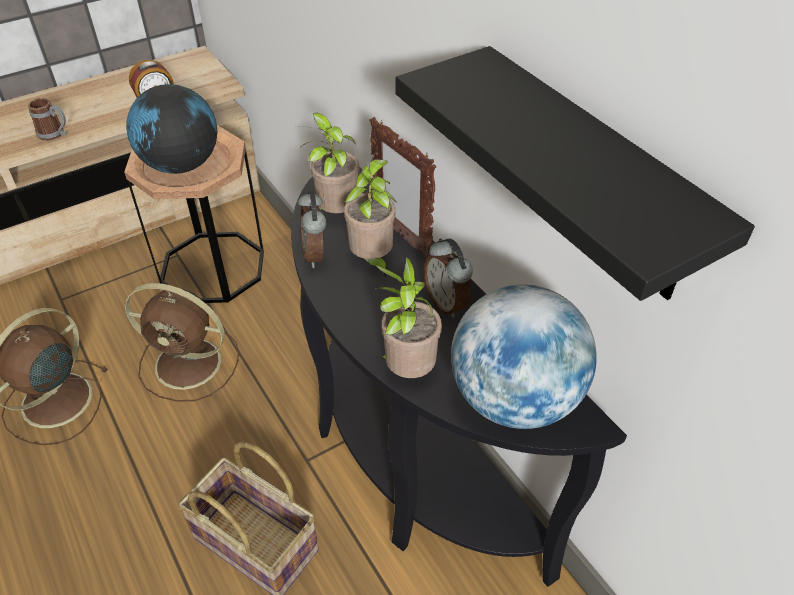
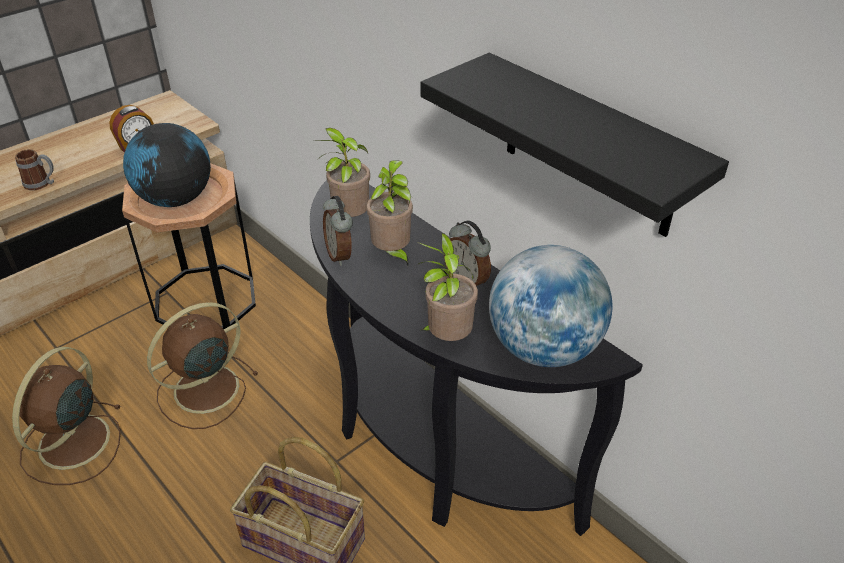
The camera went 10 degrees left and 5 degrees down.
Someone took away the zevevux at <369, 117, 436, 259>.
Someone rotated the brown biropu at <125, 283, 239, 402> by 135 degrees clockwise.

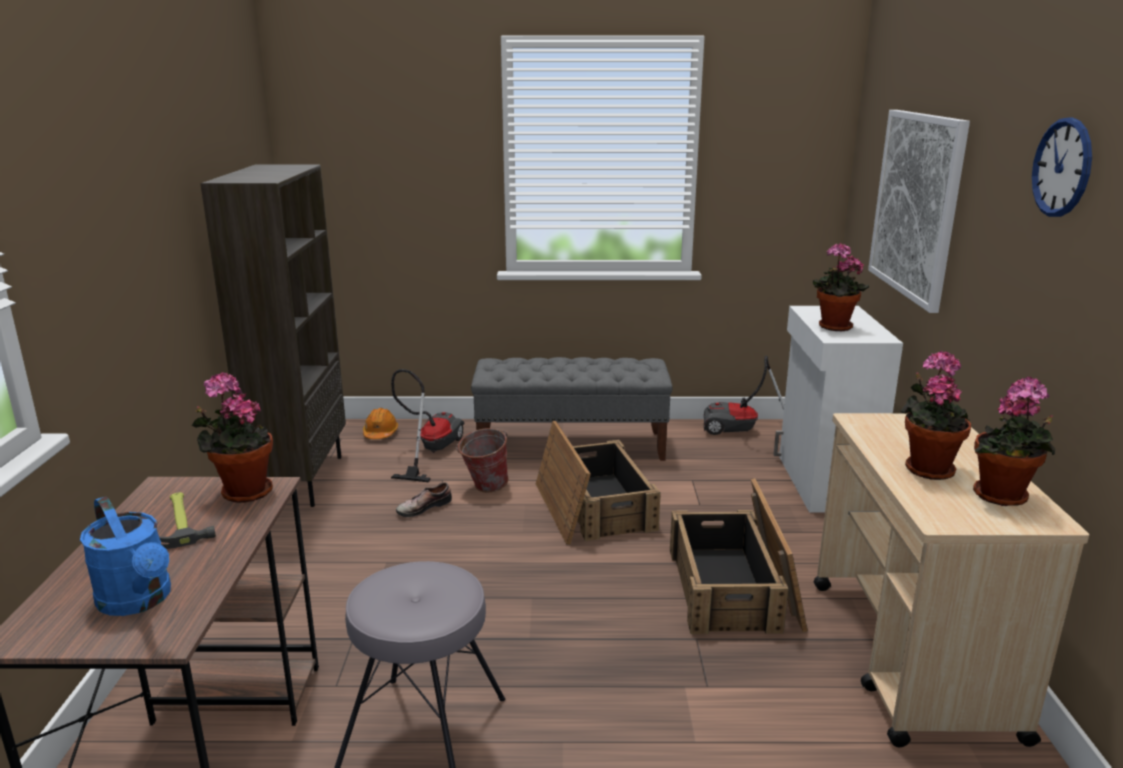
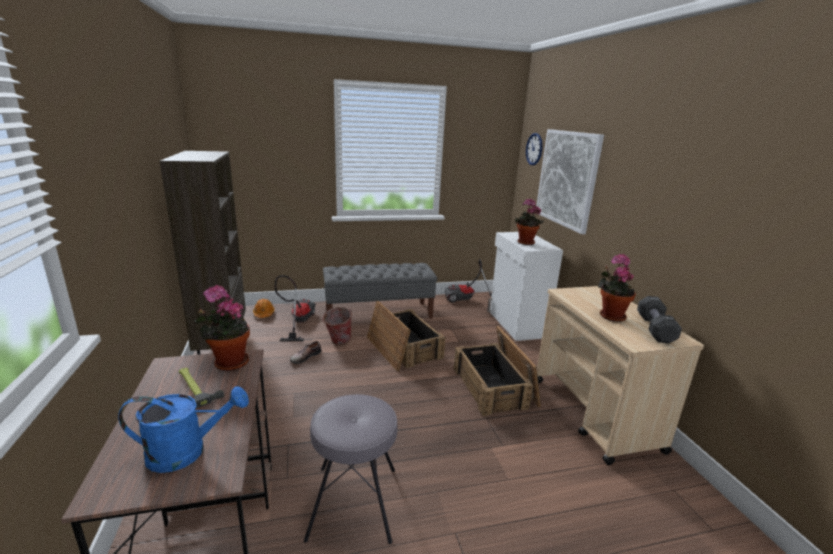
The camera went 15 degrees left and 0 degrees up.
Someone carried the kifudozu from <1032, 117, 1092, 217> to <526, 133, 543, 165>.
Someone swapped the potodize at <973, 377, 1055, 506> for the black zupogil at <637, 296, 682, 344>.
Someone rotated the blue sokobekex at <80, 496, 171, 616> by 45 degrees counterclockwise.

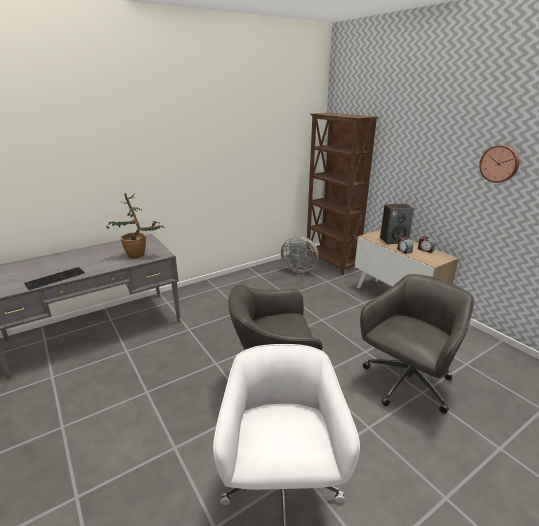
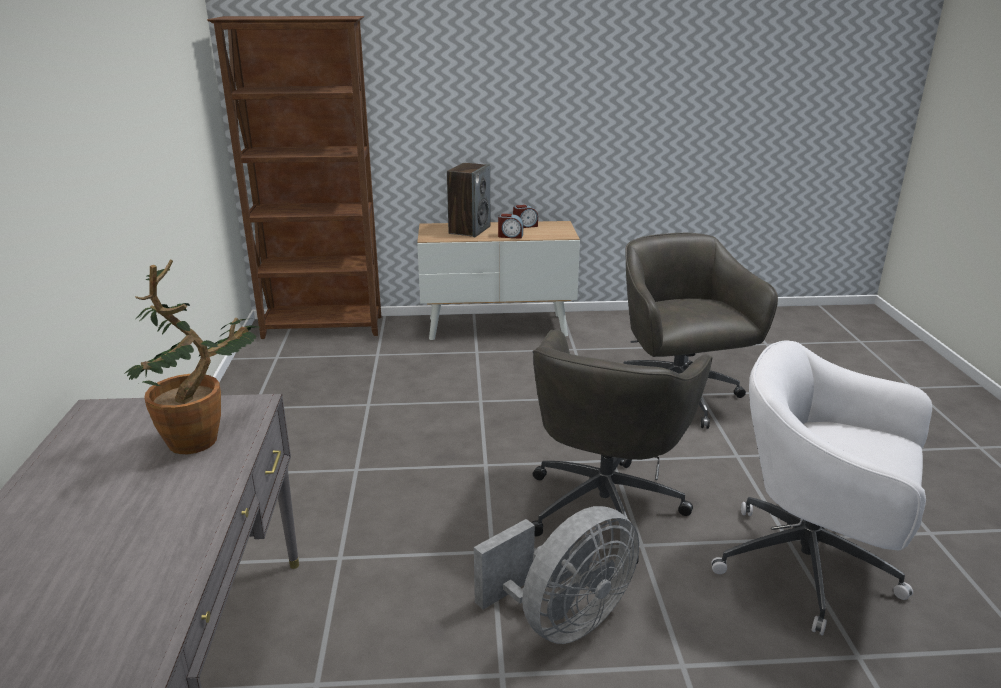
The camera went 60 degrees left and 0 degrees up.
Someone took away the kifudozu at <479, 145, 519, 183>.
Someone carried the grey biropu from <281, 236, 319, 273> to <474, 506, 639, 644>.
Someone took away the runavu at <24, 267, 85, 290>.

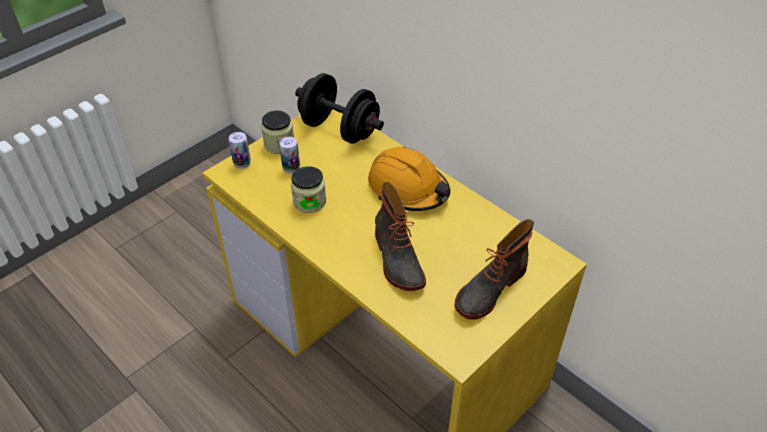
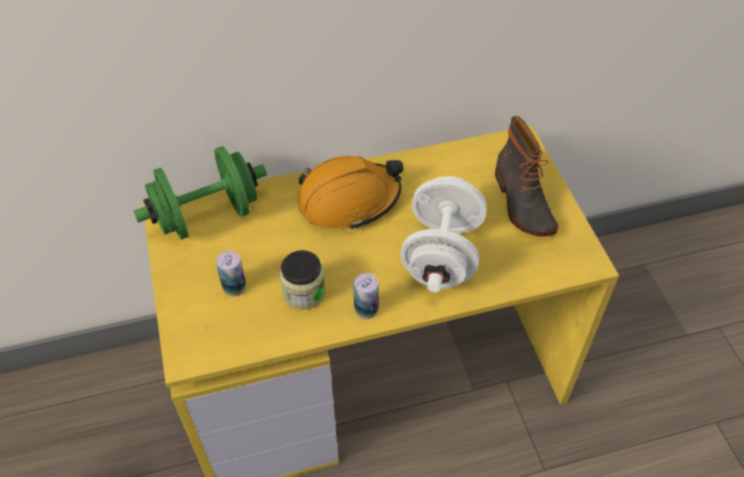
The camera went 60 degrees left and 5 degrees up.
Someone repainted the black zupogil at <295, 73, 384, 144>, which became the green zupogil at <133, 146, 267, 240>.
Someone took away the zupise at <261, 111, 294, 154>.
Someone carried the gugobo from <229, 132, 251, 169> to <353, 273, 379, 319>.
Someone swapped the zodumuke at <375, 182, 426, 291> for the white zupogil at <400, 176, 487, 292>.

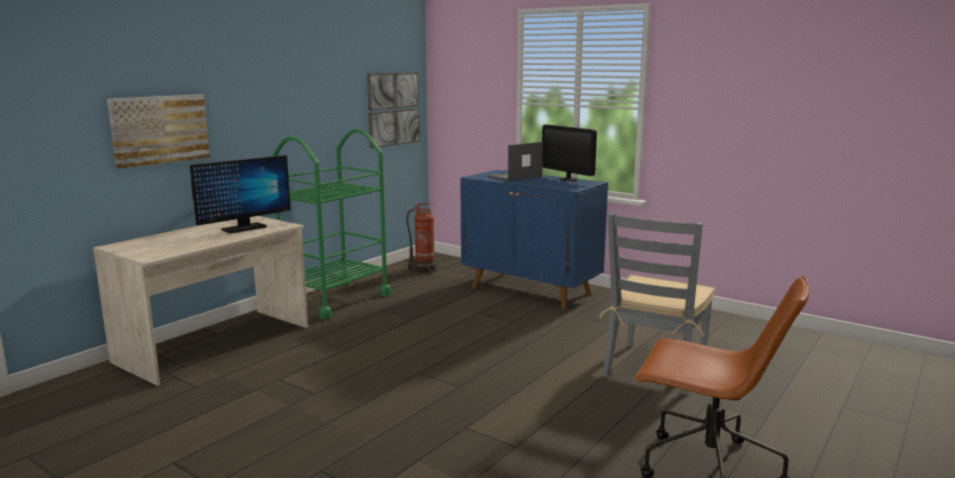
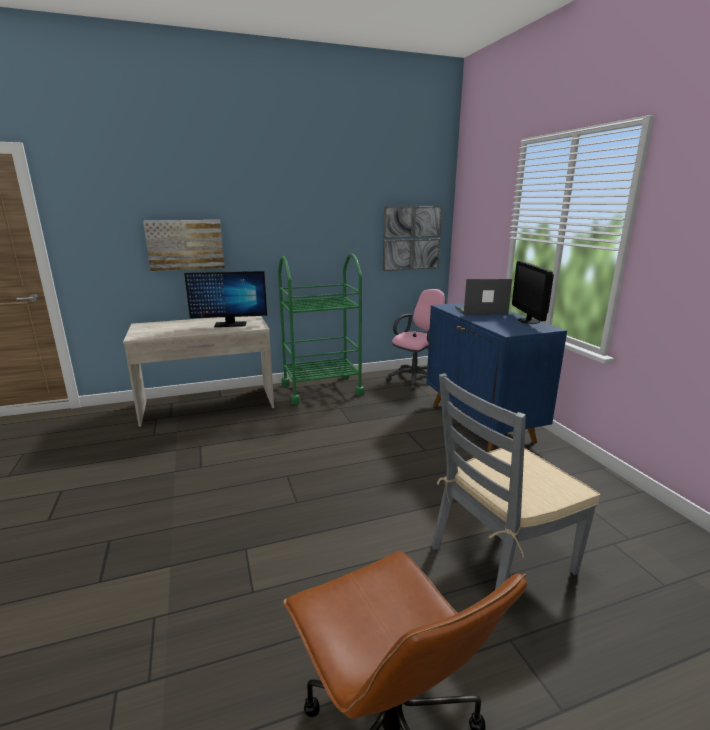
The camera went 35 degrees right and 5 degrees up.
Someone swapped the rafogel at <406, 203, 437, 273> for the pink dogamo at <386, 289, 446, 390>.

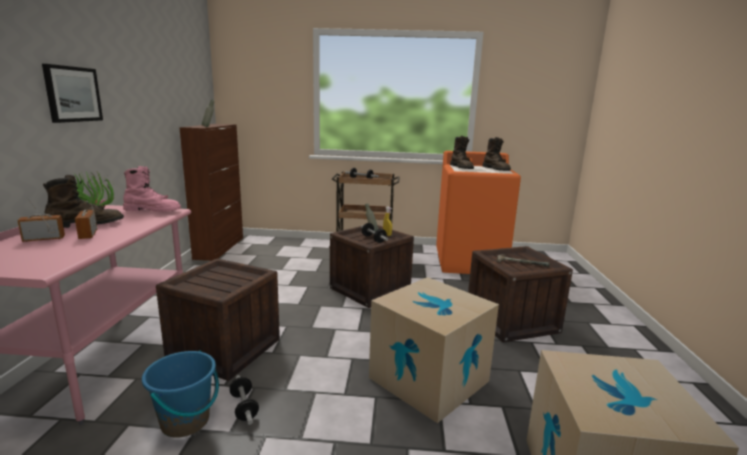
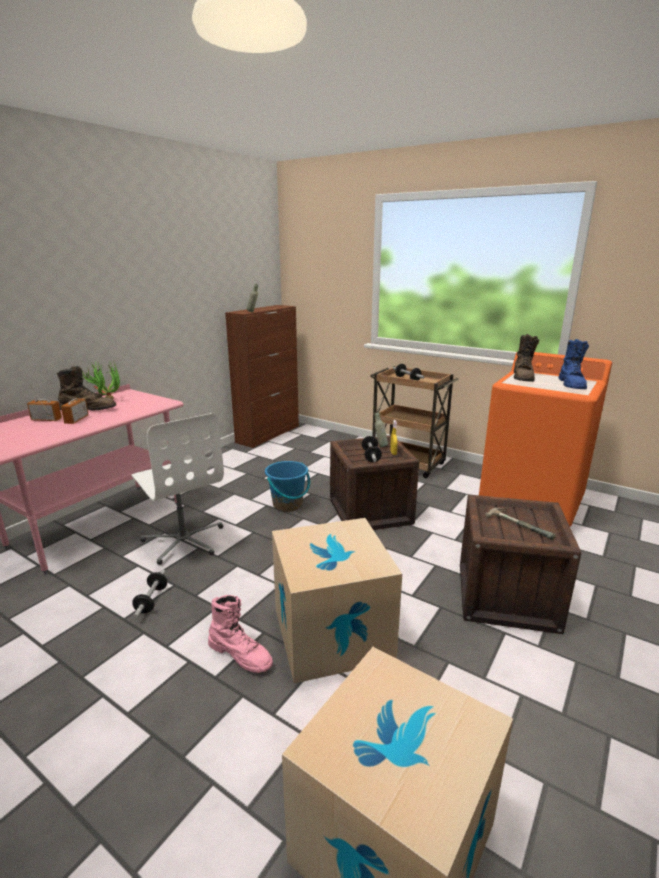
The camera went 30 degrees right and 5 degrees up.
Someone took away the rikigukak at <42, 64, 103, 123>.
Someone repainted the brown zodumuke at <482, 137, 511, 171>, which became the blue zodumuke at <558, 339, 589, 389>.
Someone carried the pink zodumuke from <123, 166, 181, 212> to <208, 595, 273, 673>.
Someone swapped the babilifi at <156, 258, 280, 381> for the white dogamo at <132, 413, 224, 565>.
Someone carried the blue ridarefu from <142, 350, 219, 438> to <265, 461, 310, 512>.

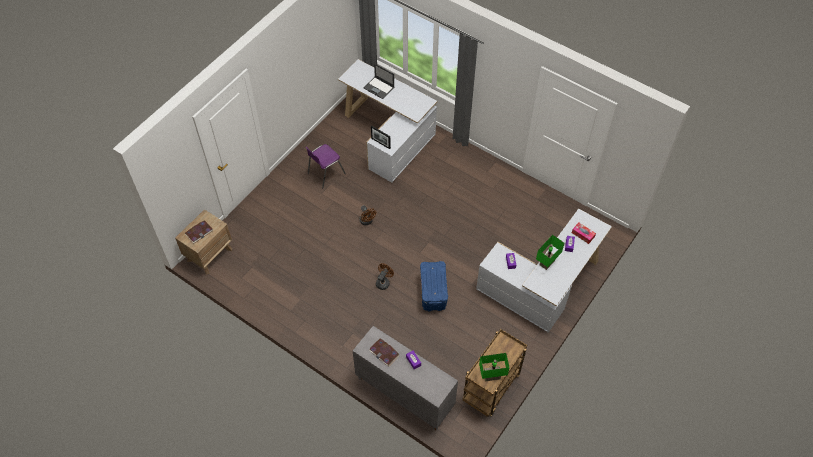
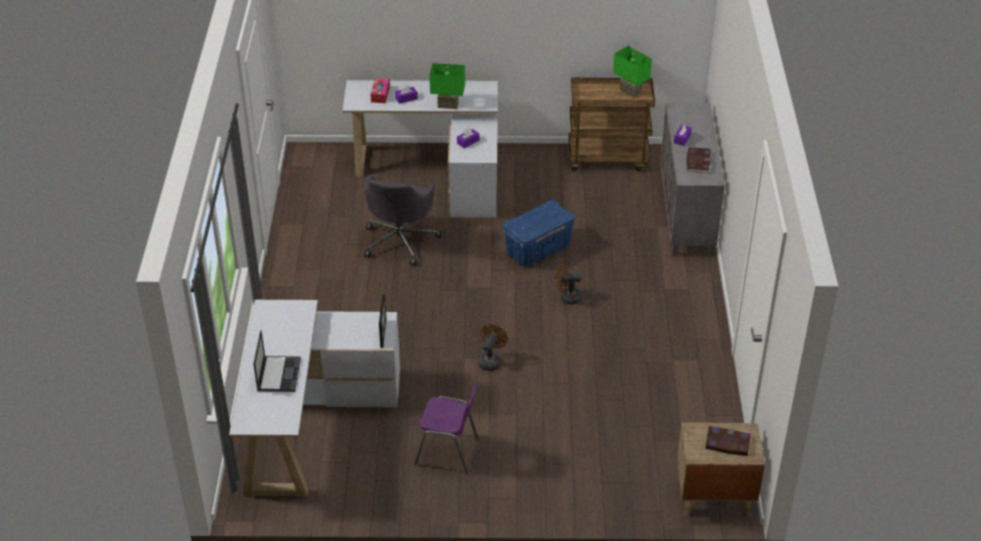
The camera went 125 degrees left and 15 degrees down.
Someone put down the grey dogamo at <364, 175, 442, 266>.

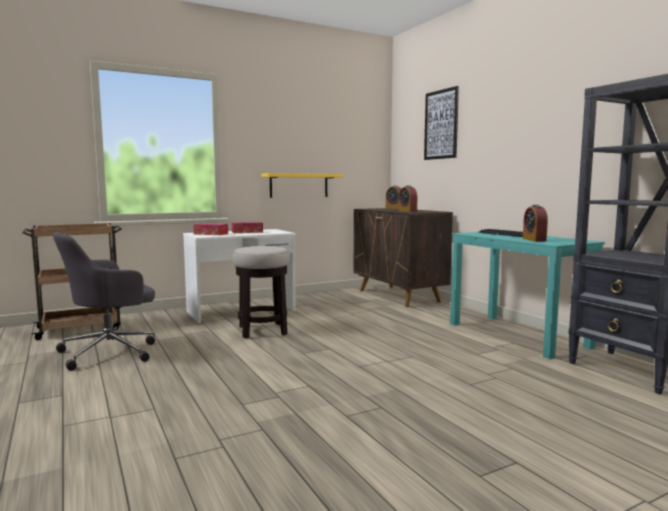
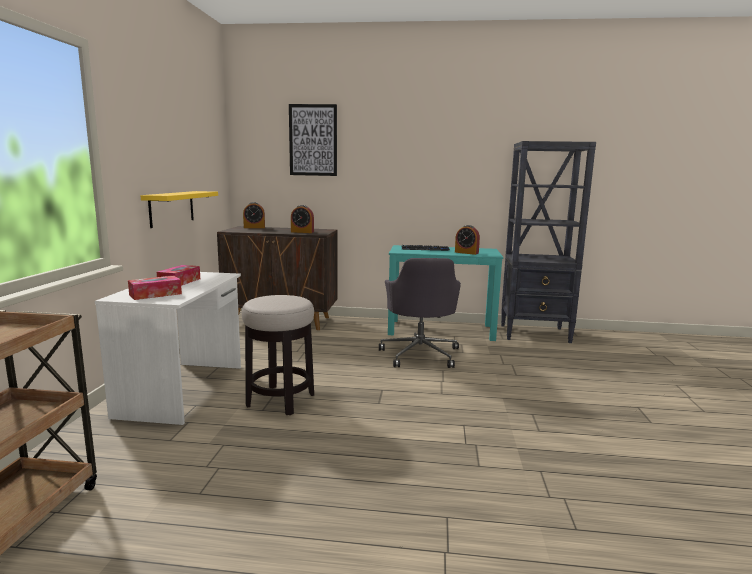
The camera went 55 degrees left and 5 degrees up.
Someone carried the grey dogamo from <53, 232, 155, 371> to <379, 258, 461, 368>.

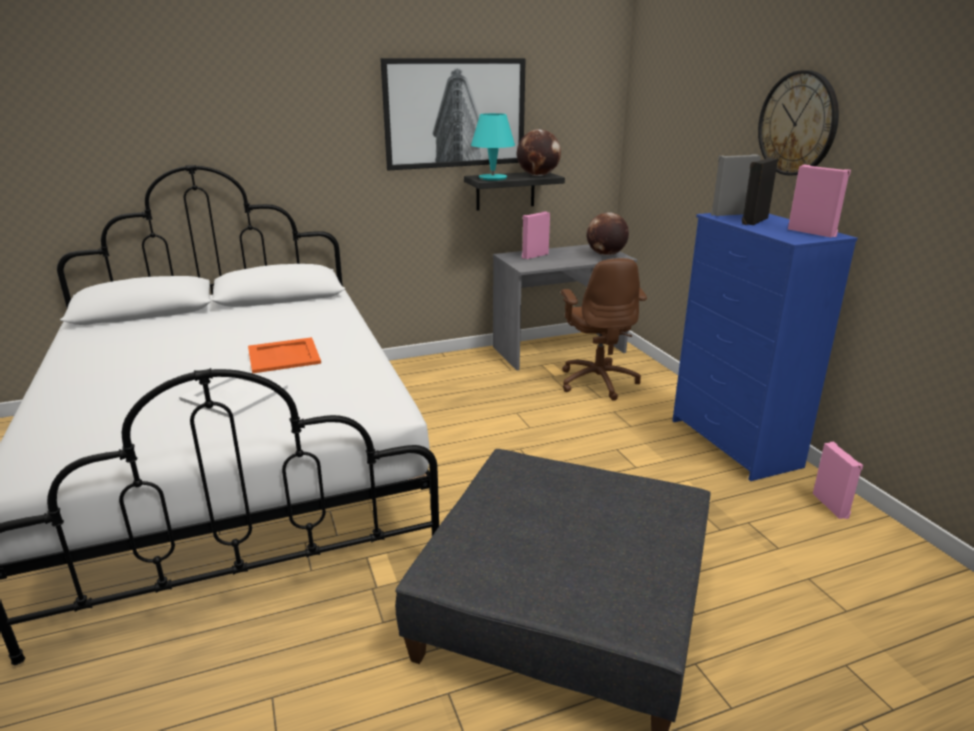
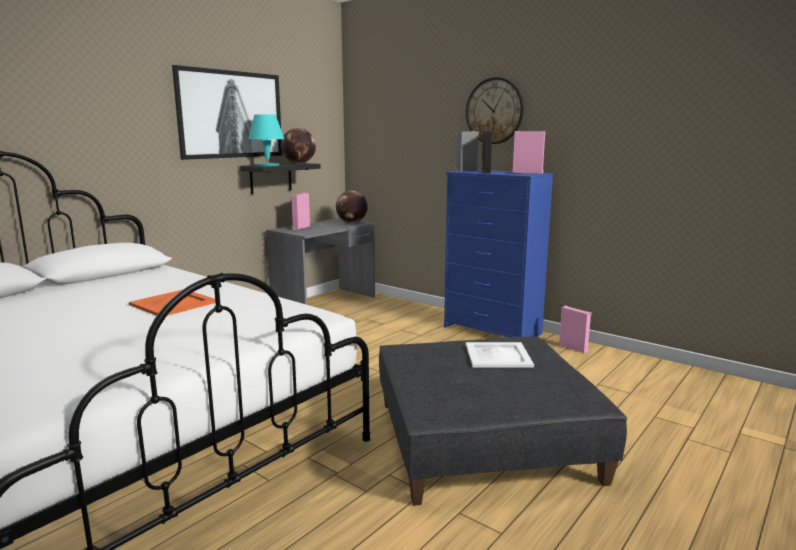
The camera went 30 degrees left and 10 degrees down.
Someone took away the brown dogamo at <561, 258, 647, 401>.
Someone carried the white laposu from <179, 377, 288, 418> to <466, 342, 534, 368>.

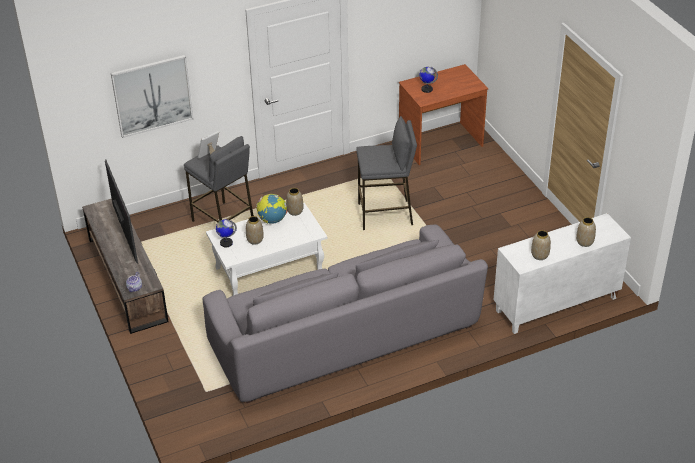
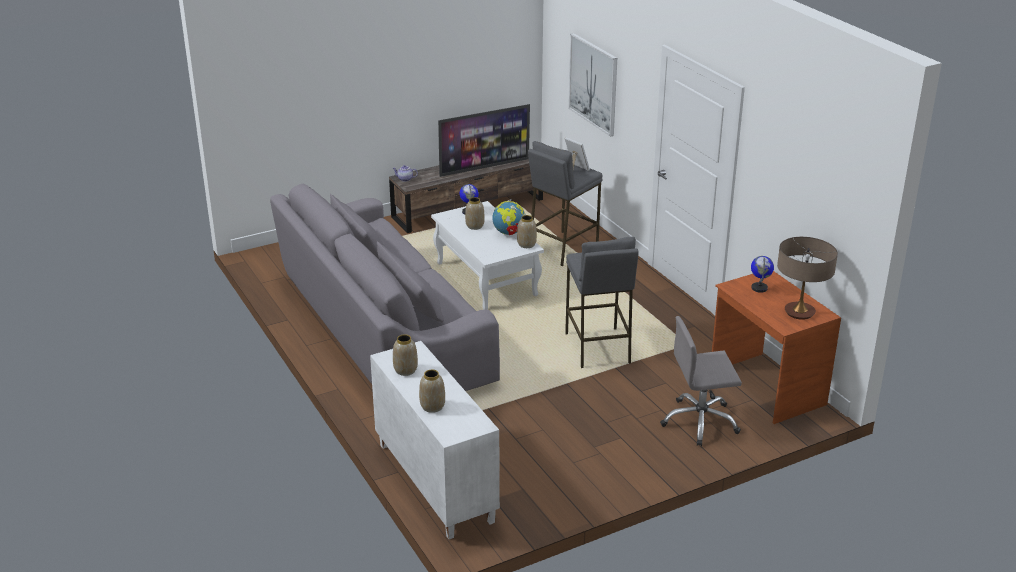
The camera went 85 degrees right and 10 degrees down.
Someone put down the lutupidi at <777, 237, 838, 320>.
Someone put down the grey dogamo at <660, 316, 742, 446>.

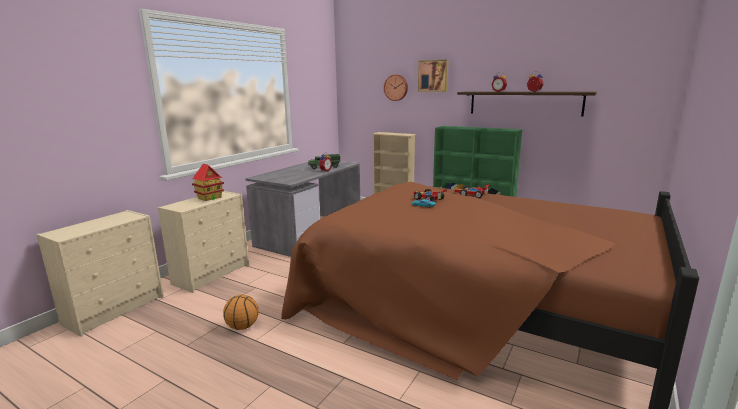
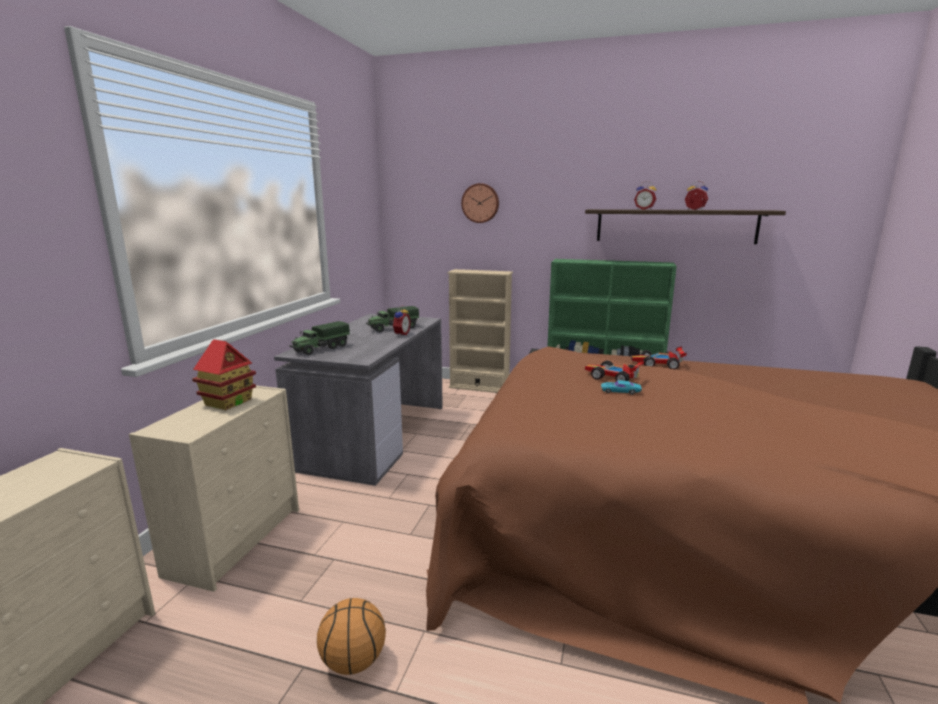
The camera went 15 degrees left and 0 degrees up.
Someone took away the rikigukak at <418, 60, 448, 92>.
Someone put down the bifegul at <289, 321, 350, 355>.

